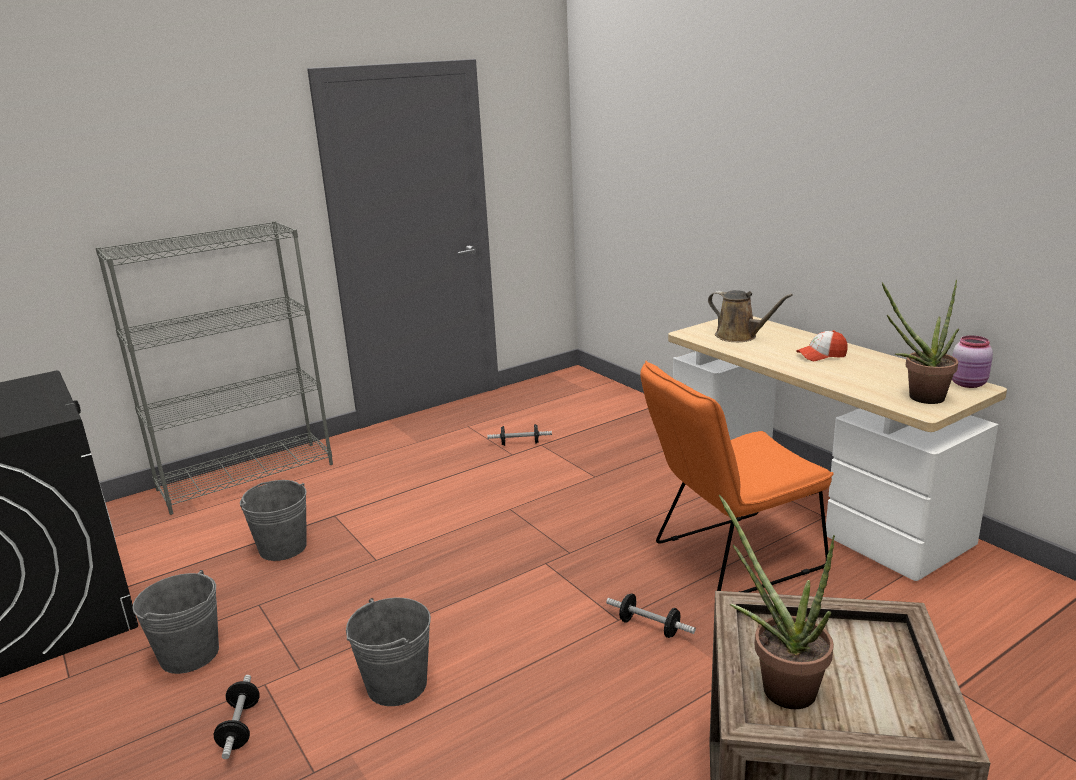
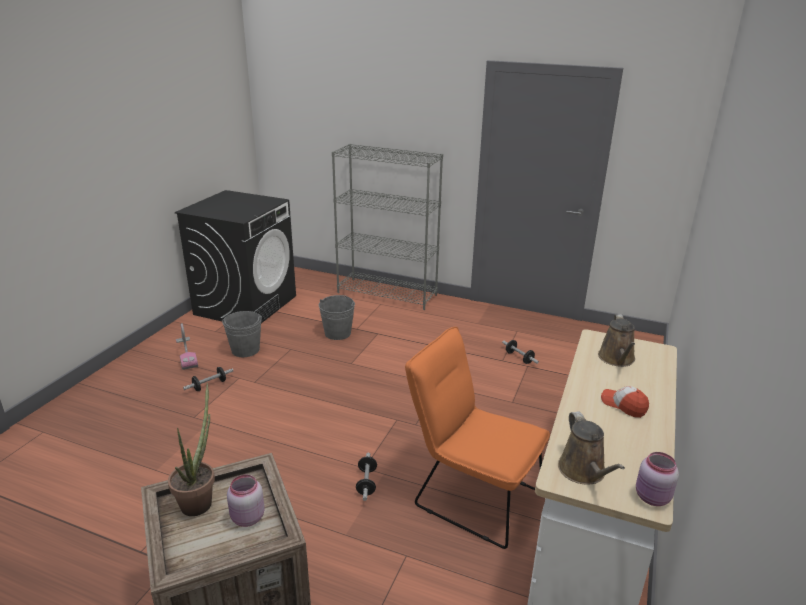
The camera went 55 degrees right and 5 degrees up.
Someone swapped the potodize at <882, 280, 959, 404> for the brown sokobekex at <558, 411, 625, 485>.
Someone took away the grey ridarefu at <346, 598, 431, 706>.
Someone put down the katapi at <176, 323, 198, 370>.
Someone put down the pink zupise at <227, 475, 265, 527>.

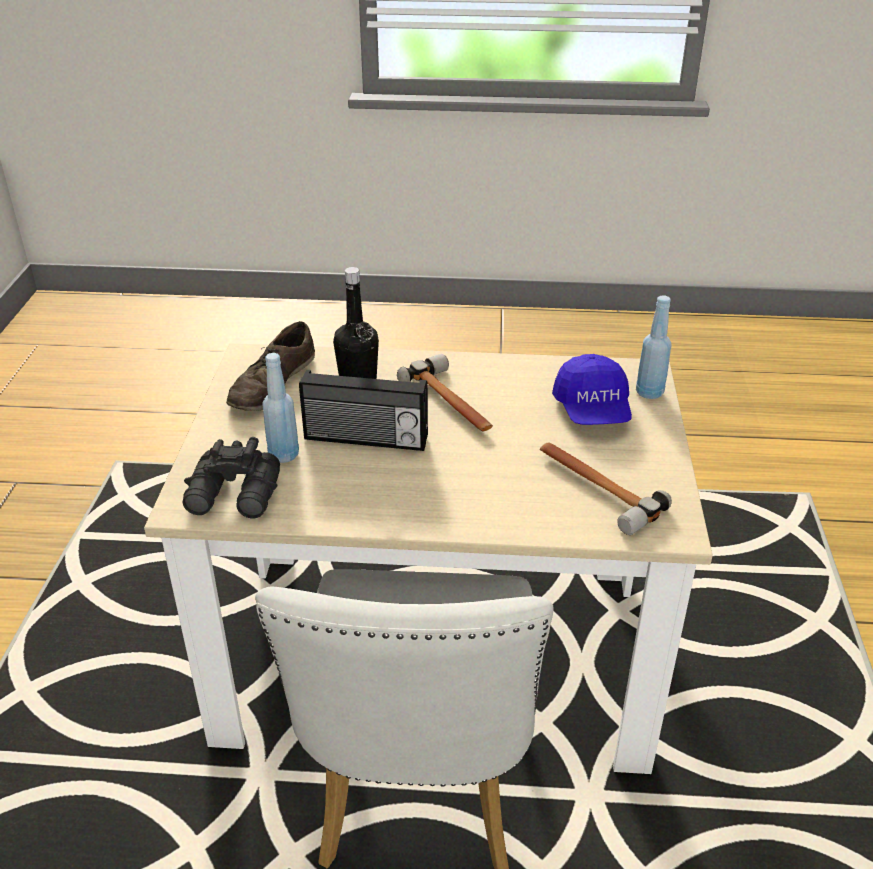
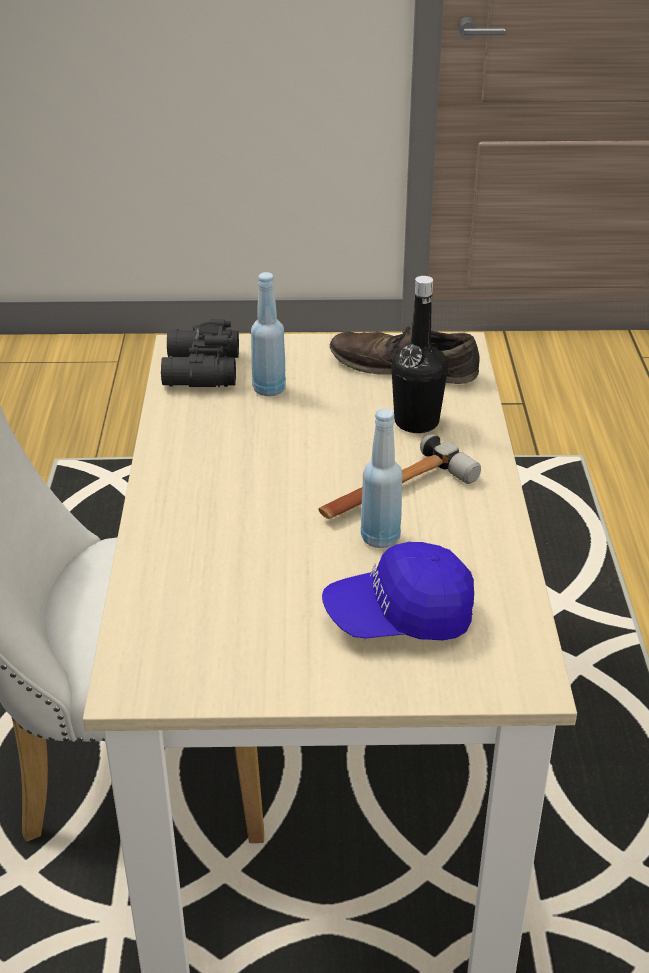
The camera went 85 degrees right and 0 degrees up.
Someone carried the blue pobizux from <636, 295, 672, 399> to <361, 408, 402, 548>.
Someone took away the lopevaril at <299, 370, 428, 451>.
Someone took away the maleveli at <540, 442, 672, 535>.

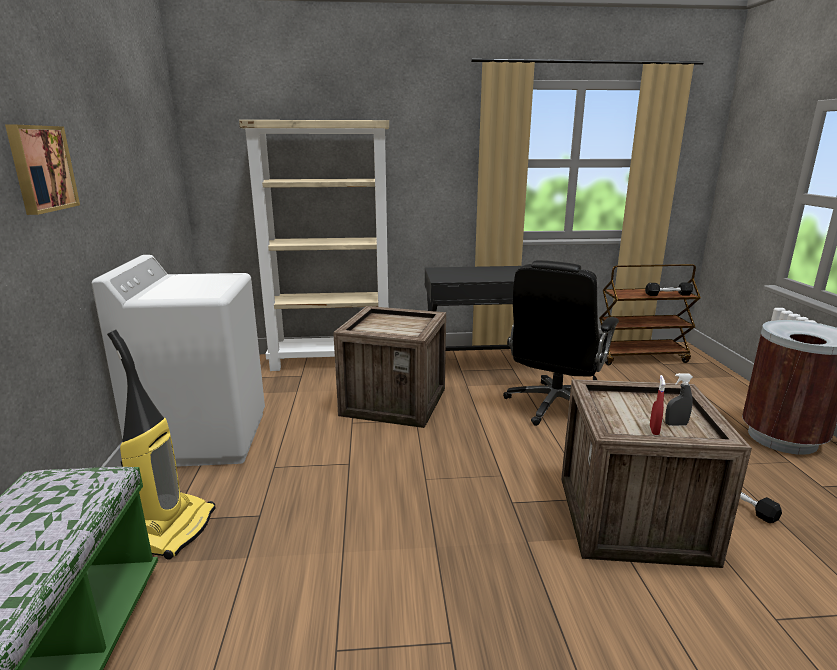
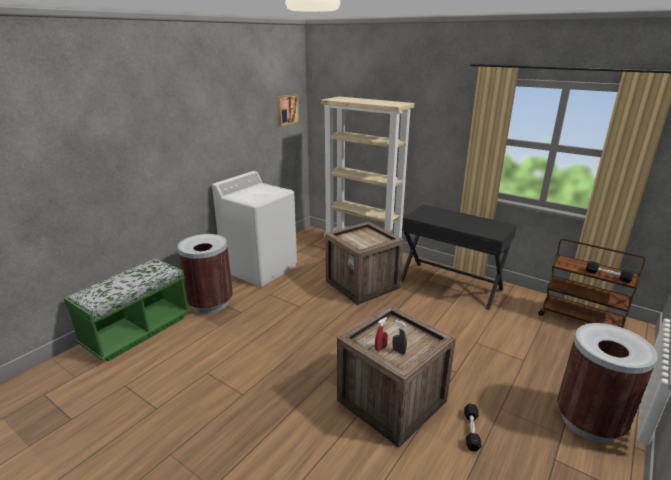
The camera went 40 degrees right and 5 degrees up.
Someone carried the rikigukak from <5, 125, 80, 215> to <277, 94, 299, 126>.
Someone took away the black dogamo at <503, 260, 619, 426>.
Someone swapped the katapi at <107, 330, 216, 560> for the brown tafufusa at <177, 234, 233, 314>.

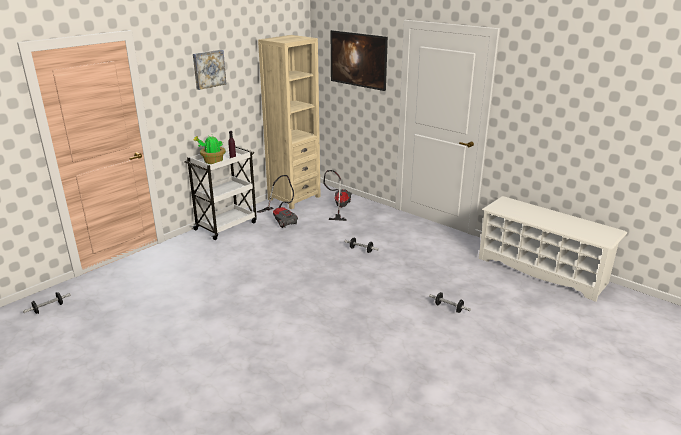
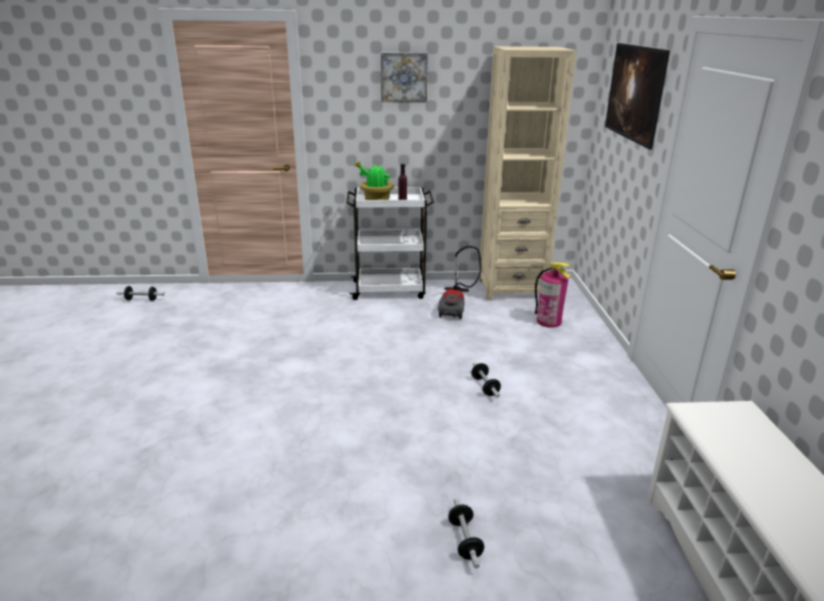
The camera went 45 degrees right and 0 degrees up.
Someone swapped the katapi at <323, 170, 352, 221> for the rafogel at <535, 262, 571, 328>.

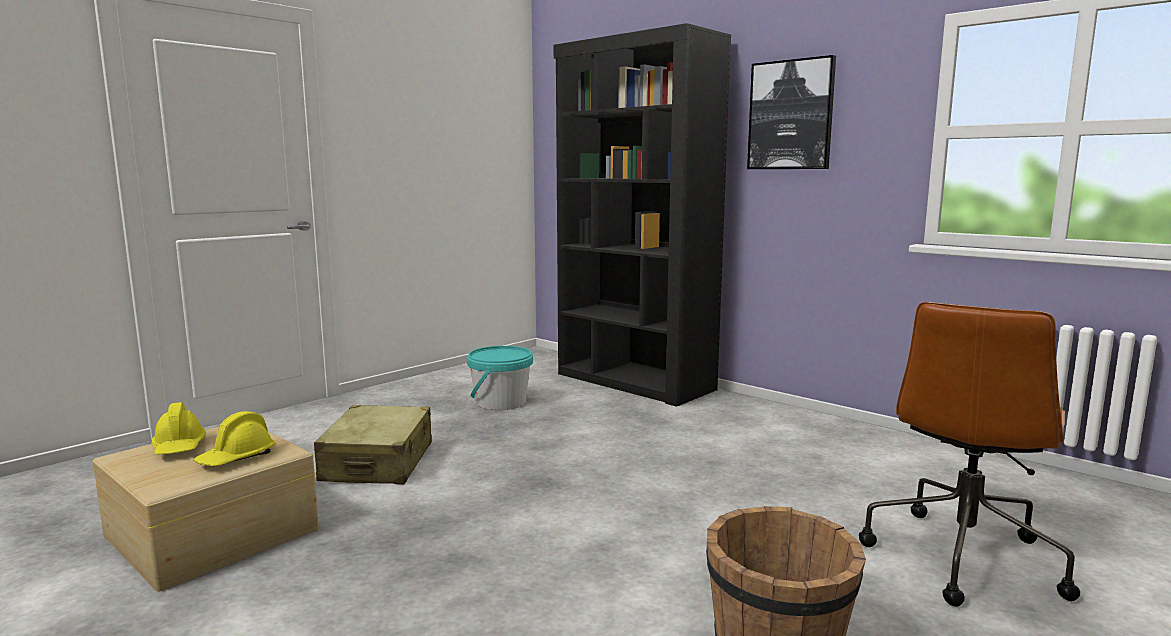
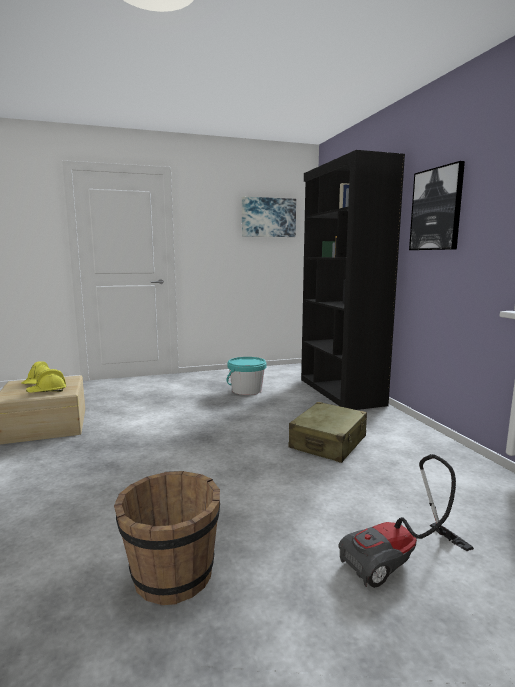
The camera went 30 degrees right and 0 degrees up.
Someone swapped the brown dogamo at <859, 302, 1080, 607> for the katapi at <338, 454, 474, 588>.
Someone carried the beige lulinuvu from <314, 405, 432, 485> to <288, 402, 367, 463>.
Someone put up the rikigukak at <242, 197, 296, 237>.

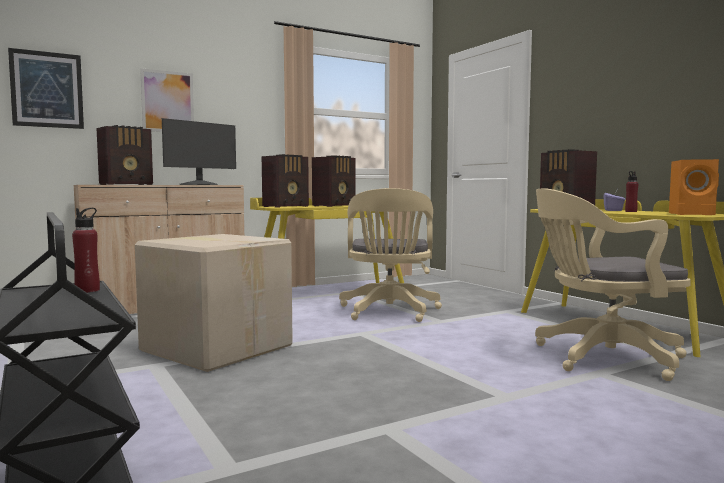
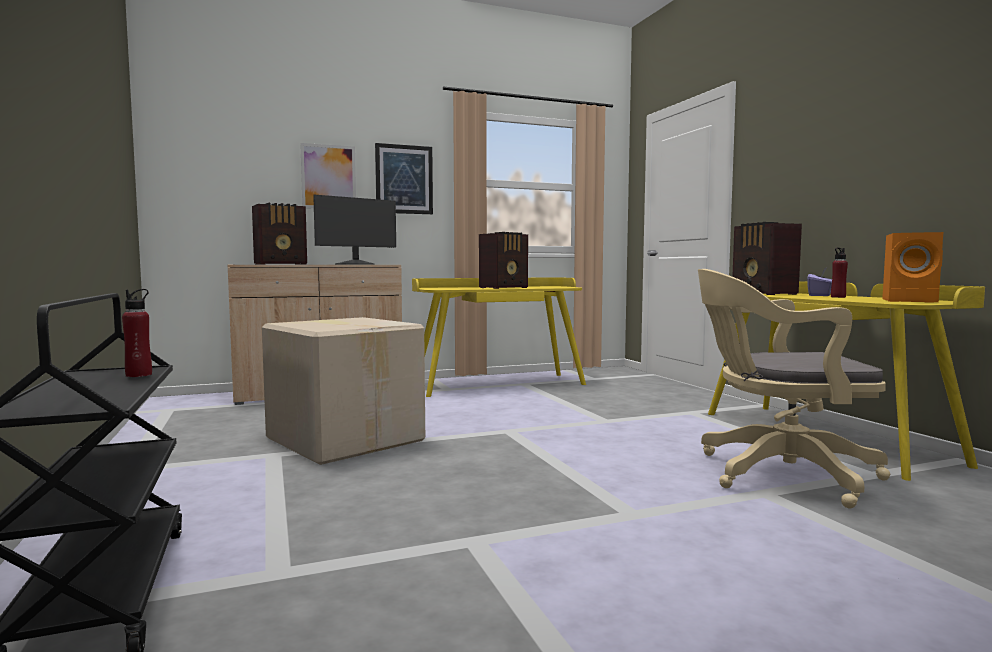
The camera went 10 degrees right and 0 degrees up.
Someone carried the rikigukak from <8, 48, 84, 129> to <375, 143, 433, 214>.
Someone took away the lopevaril at <262, 154, 309, 207>.
Someone took away the beige dogamo at <339, 188, 442, 322>.

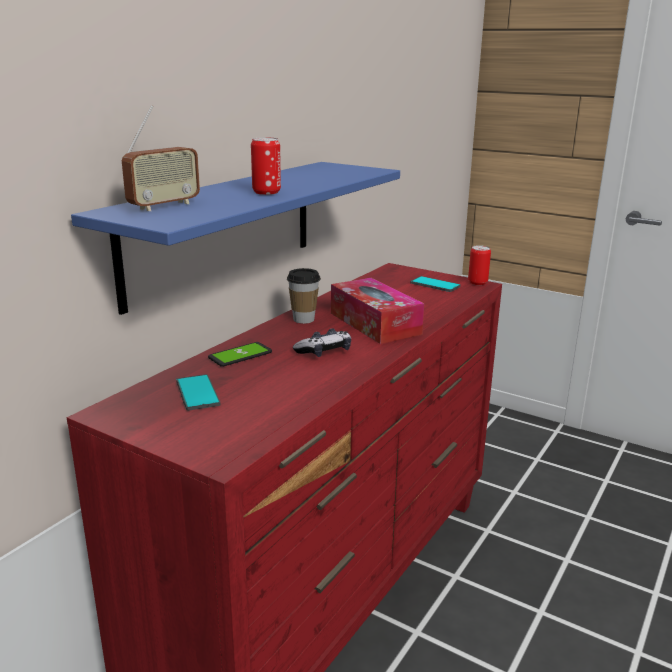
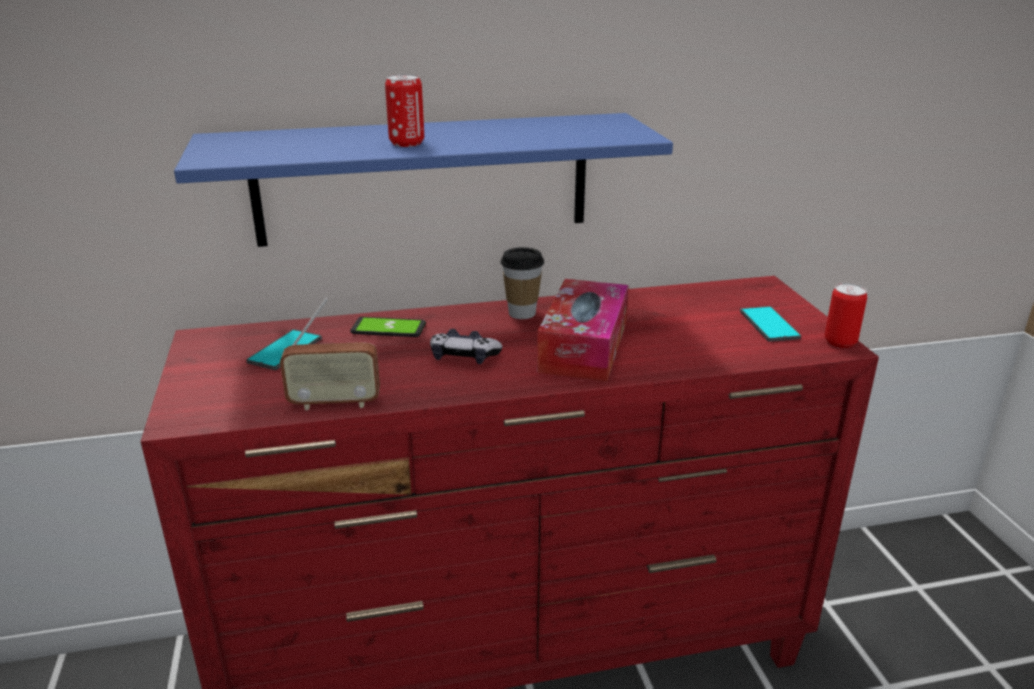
The camera went 45 degrees right and 5 degrees up.
Someone carried the lopevaril from <122, 105, 200, 211> to <280, 298, 380, 410>.

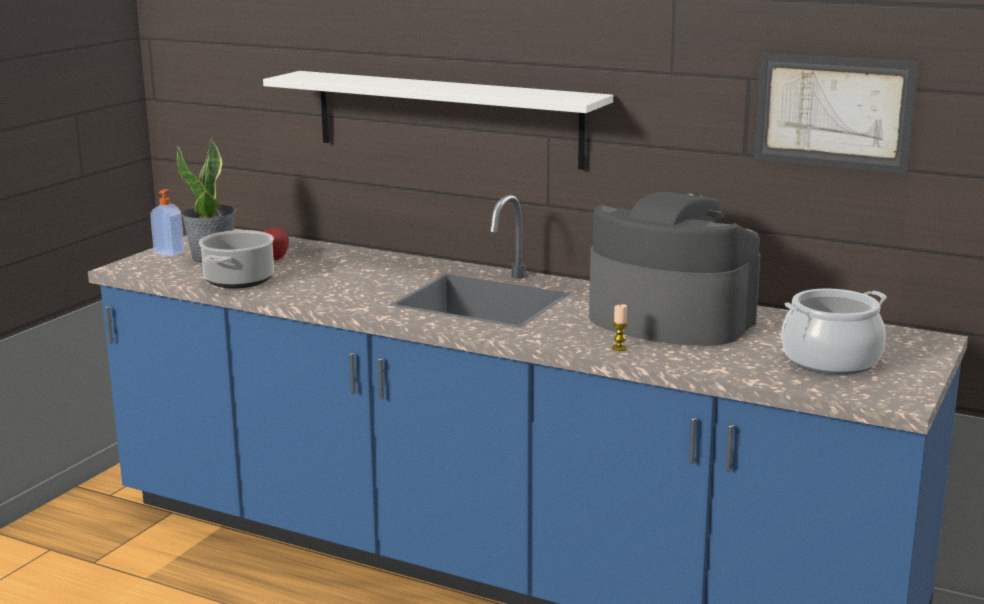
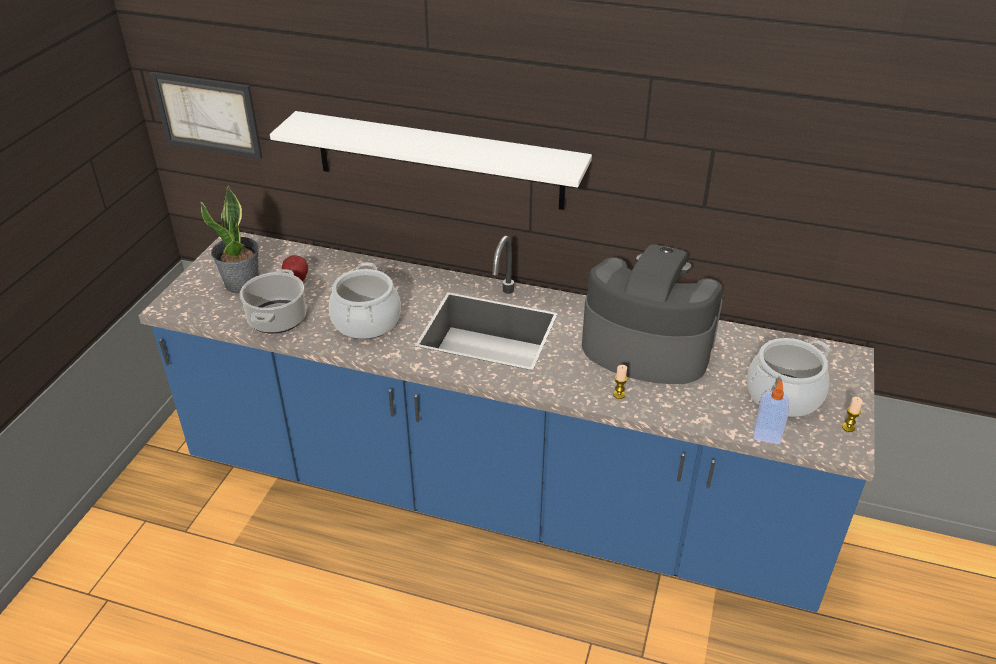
The camera went 10 degrees left and 20 degrees up.
Someone carried the rikigukak from <753, 53, 919, 174> to <150, 72, 262, 159>.
Someone carried the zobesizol from <150, 189, 185, 257> to <753, 379, 789, 444>.
Someone put down the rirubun at <329, 263, 401, 339>.
Someone put down the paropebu at <842, 397, 863, 432>.

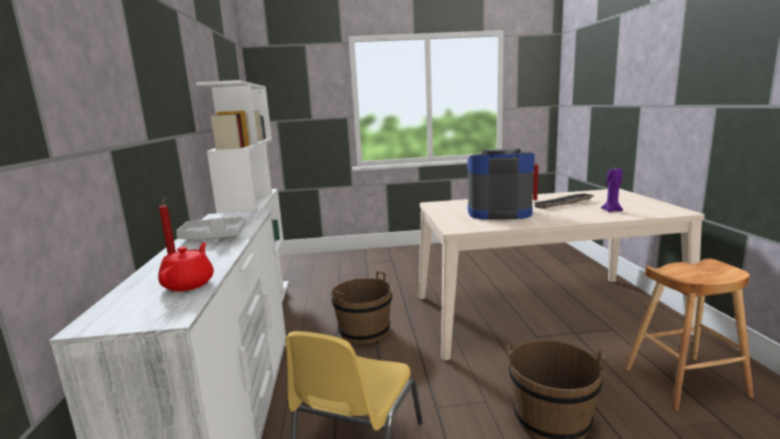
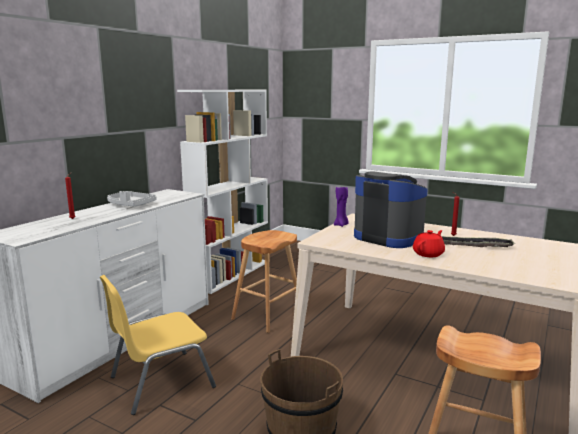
The camera went 35 degrees right and 0 degrees up.
Someone carried the purple paropebu from <601, 168, 623, 212> to <334, 187, 349, 227>.
Someone carried the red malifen from <158, 242, 214, 292> to <413, 230, 445, 257>.
Someone swapped the brown ridarefu at <331, 271, 392, 344> for the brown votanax at <231, 230, 297, 333>.

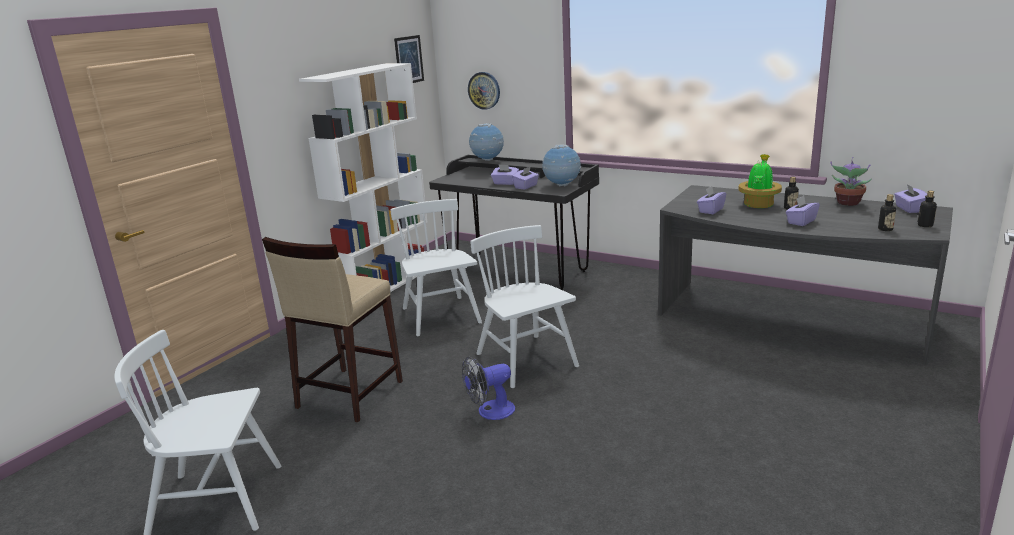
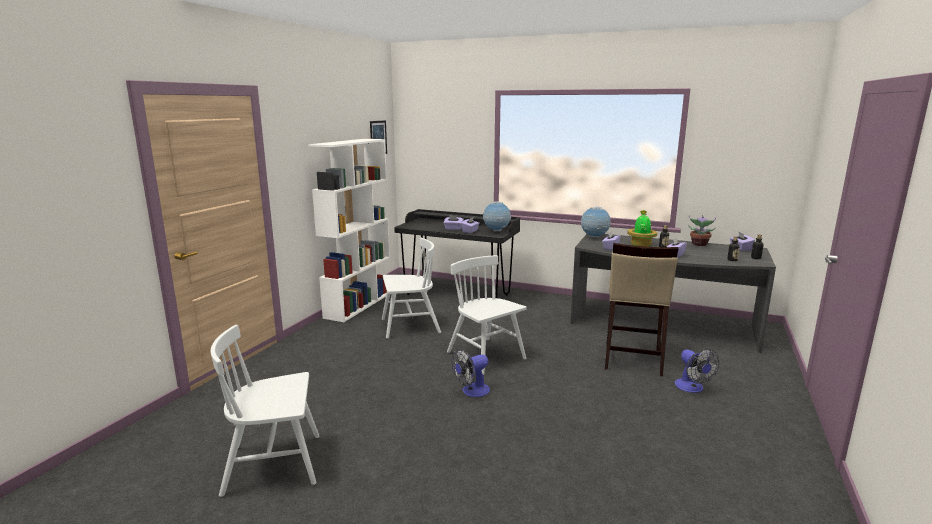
The camera went 10 degrees left and 5 degrees down.
Someone took away the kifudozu at <468, 72, 500, 110>.
Someone carried the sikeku from <469, 123, 504, 161> to <581, 207, 611, 238>.
Someone rotated the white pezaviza at <390, 199, 482, 336> by 105 degrees clockwise.
Someone carried the beige votanax from <262, 237, 403, 422> to <605, 243, 678, 377>.
Someone put down the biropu at <675, 349, 719, 393>.

